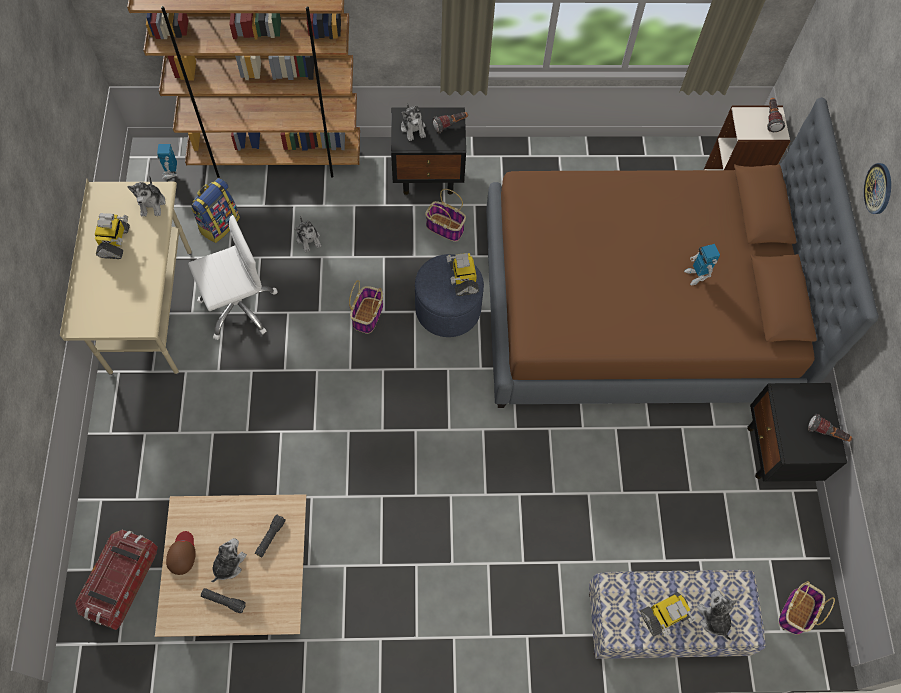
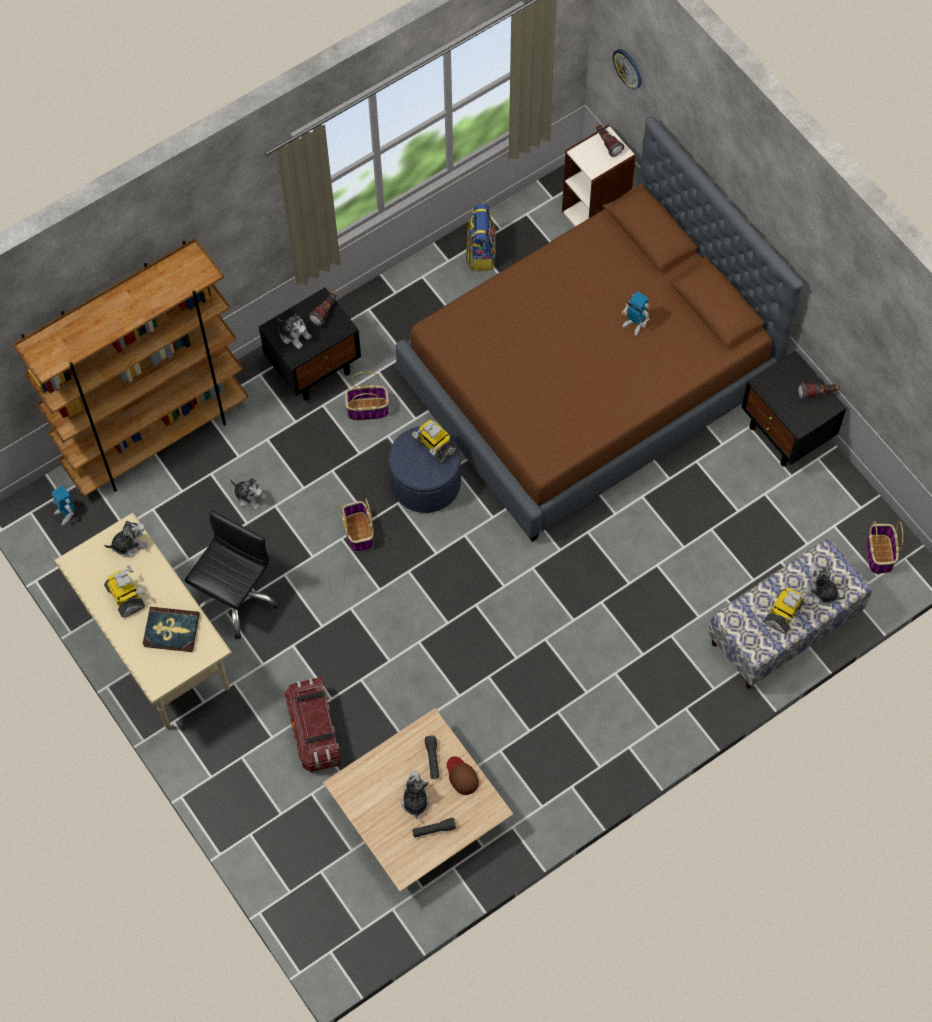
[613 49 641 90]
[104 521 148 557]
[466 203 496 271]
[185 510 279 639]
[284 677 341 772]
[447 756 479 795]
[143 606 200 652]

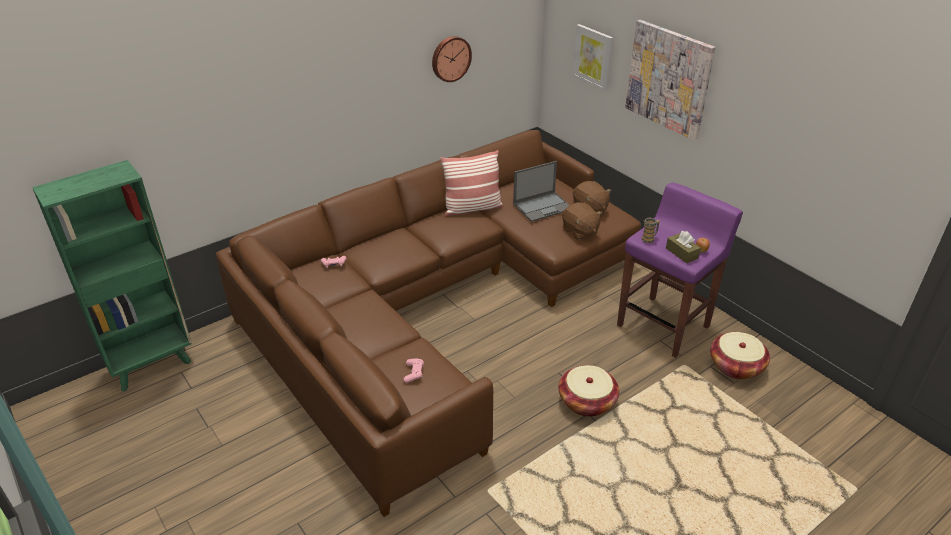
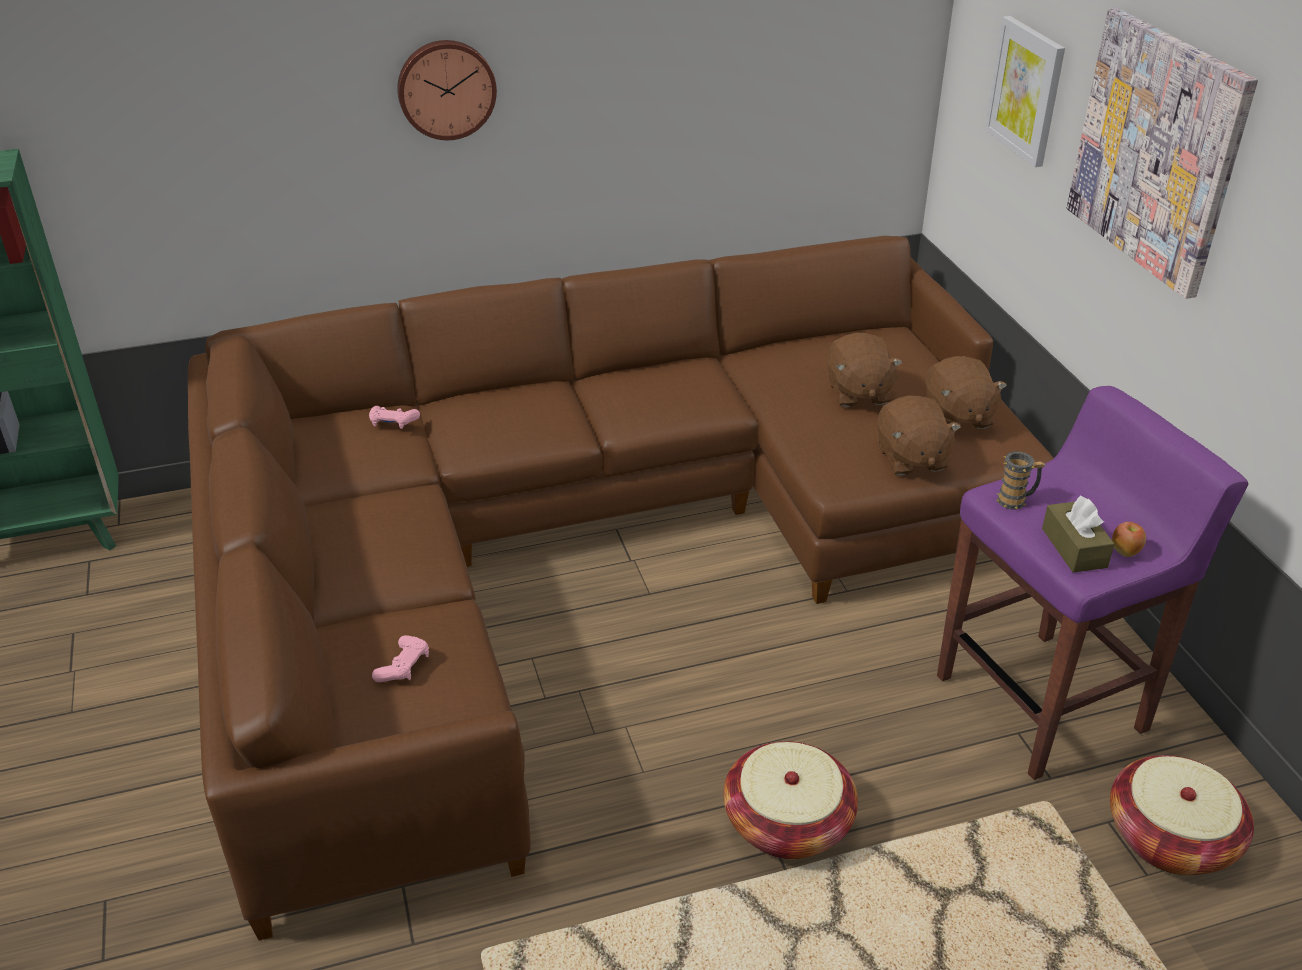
[397 40 497 140]
[440 150 503 216] (first image)
[827 333 903 407]

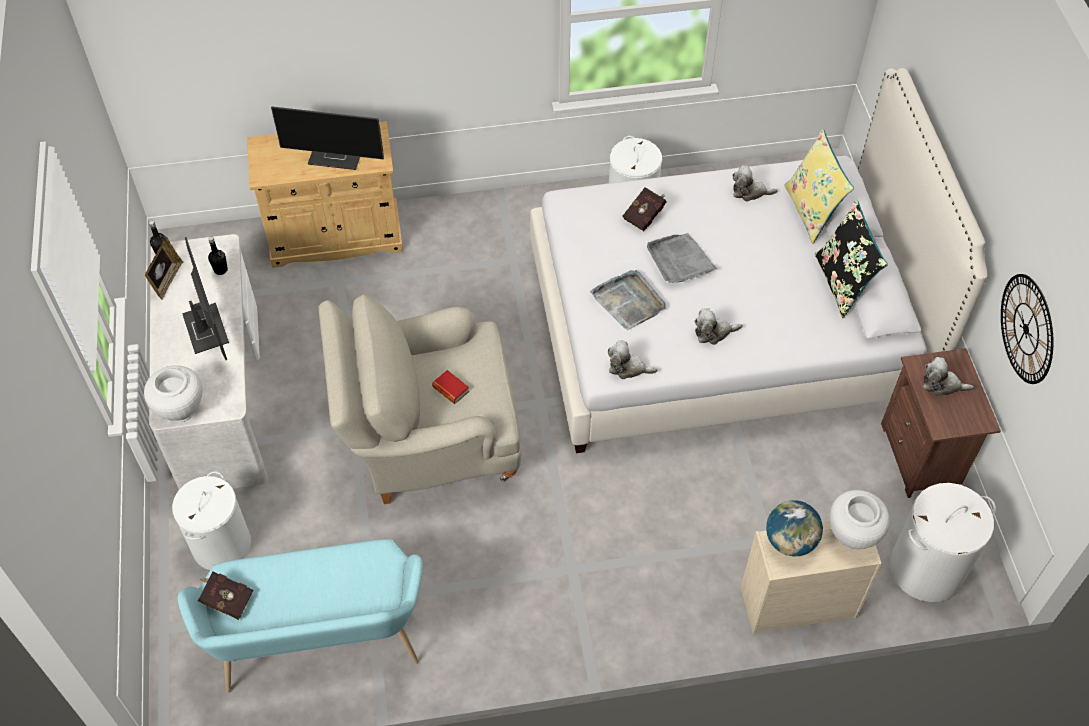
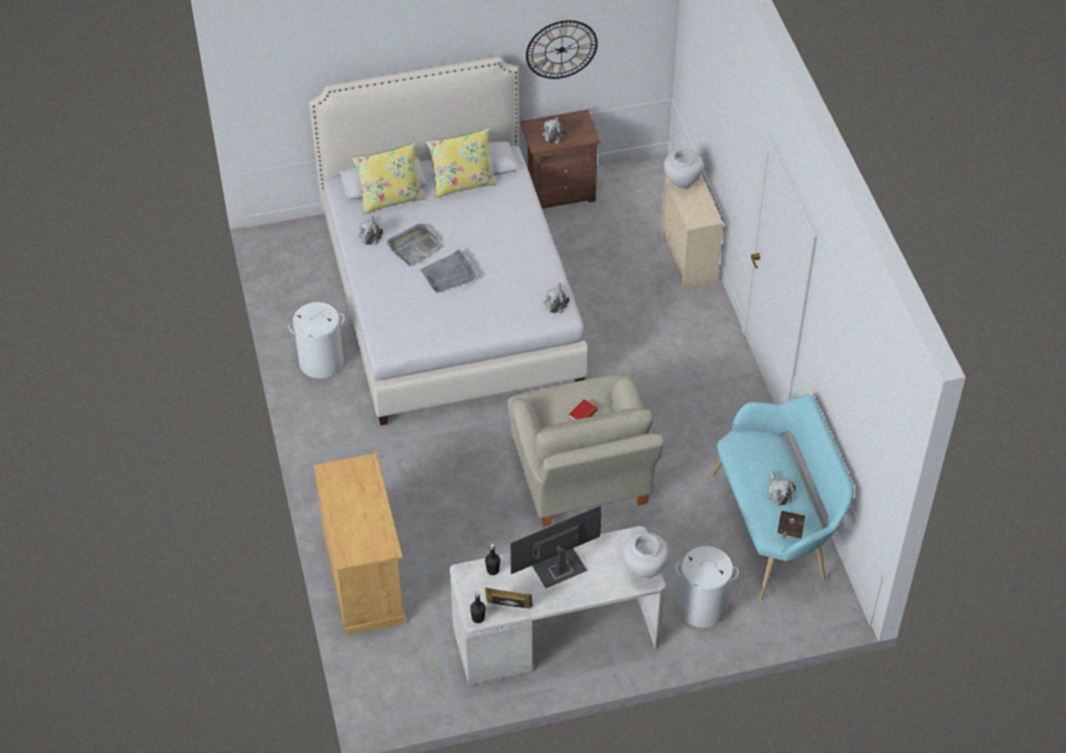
[271 106 384 170] (first image)
[623 187 667 231] (first image)
[426 127 496 198]
[387 224 443 266]
[767 471 796 506]
[890 483 996 602] (first image)
[766 500 823 557] (first image)

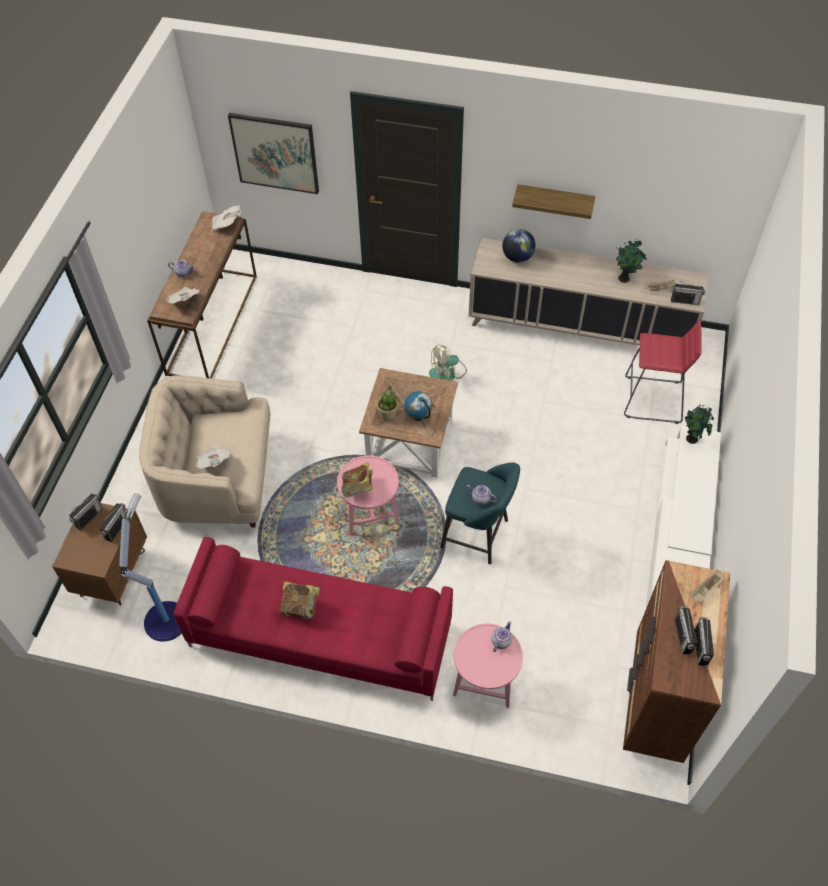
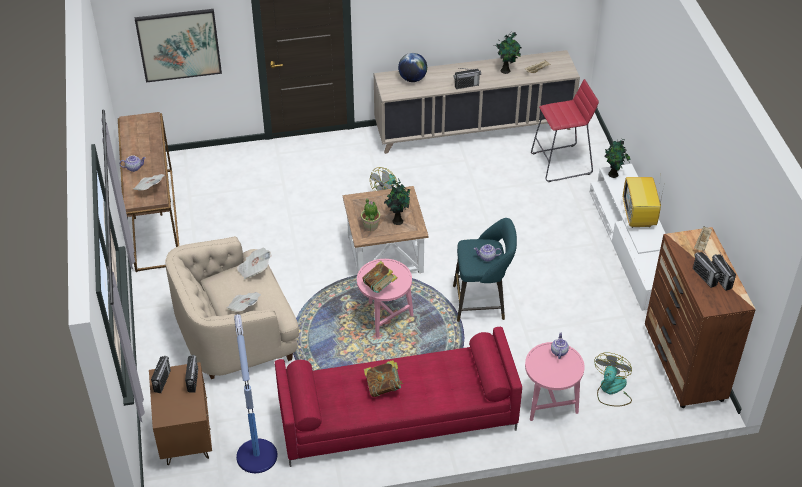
[512 184 595 219] (first image)
[237 248 272 279]
[454 68 481 89]
[384 178 410 225]
[623 177 664 228]
[594 352 632 407]

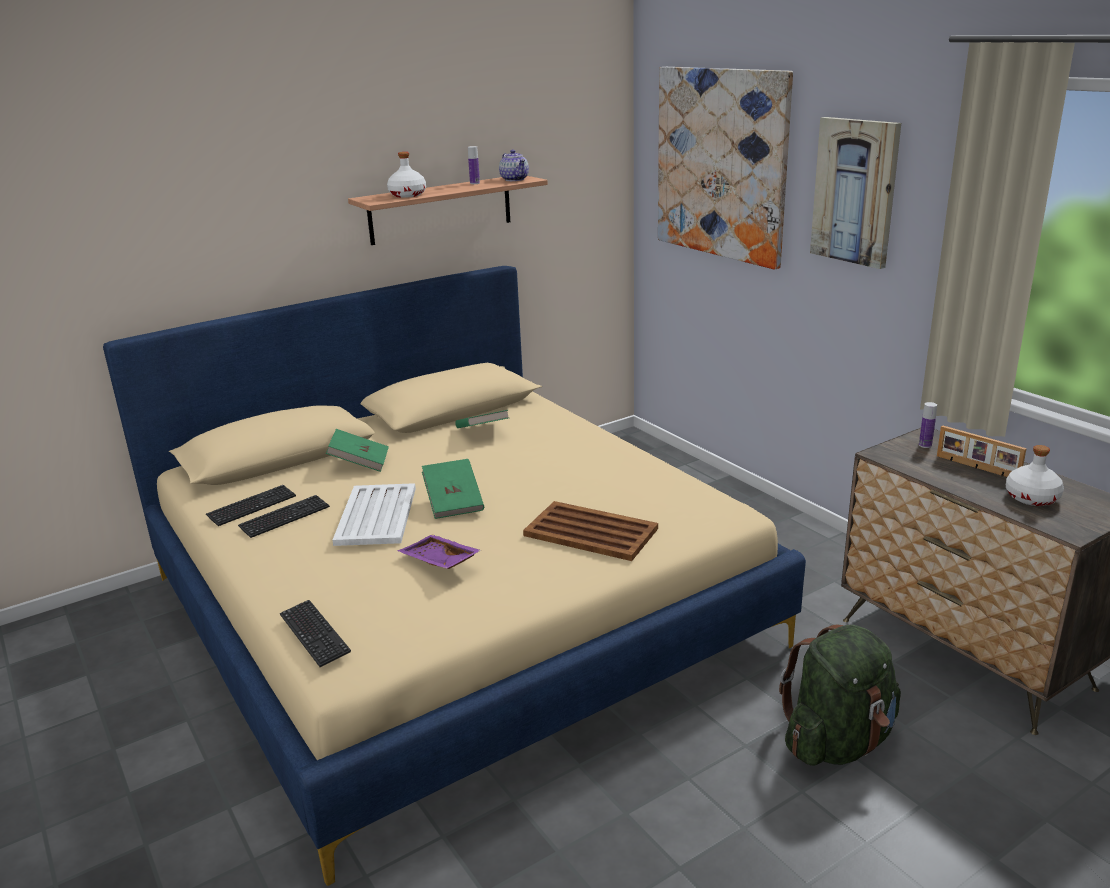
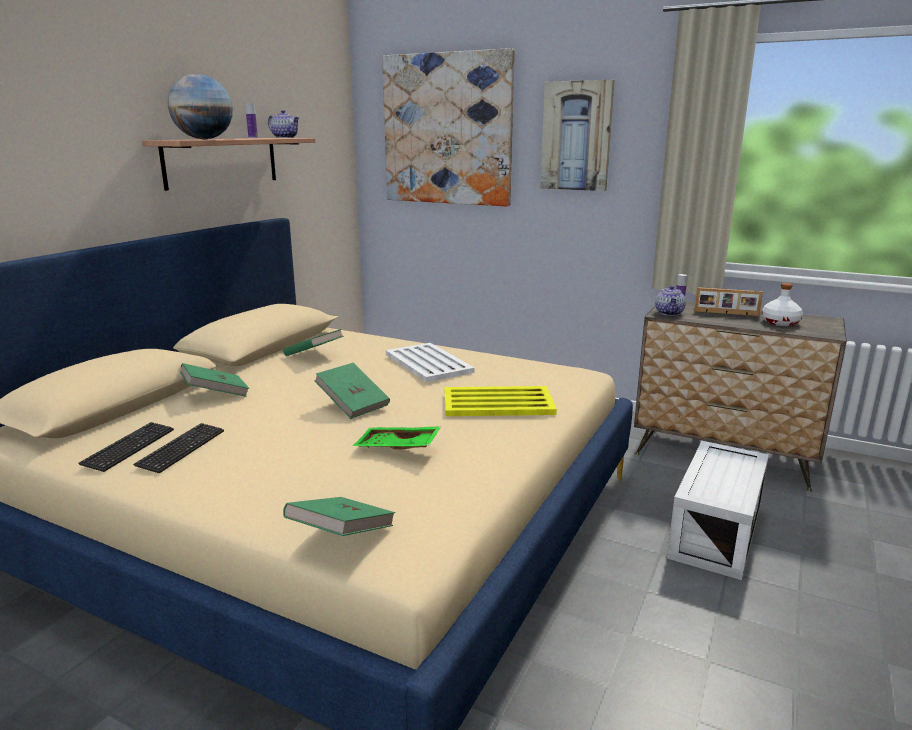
[168 74 233 139]
[386 343 475 382]
[445 386 557 416]
[352 426 442 450]
[283 497 395 536]
[667 441 769 580]
[655 285 686 316]

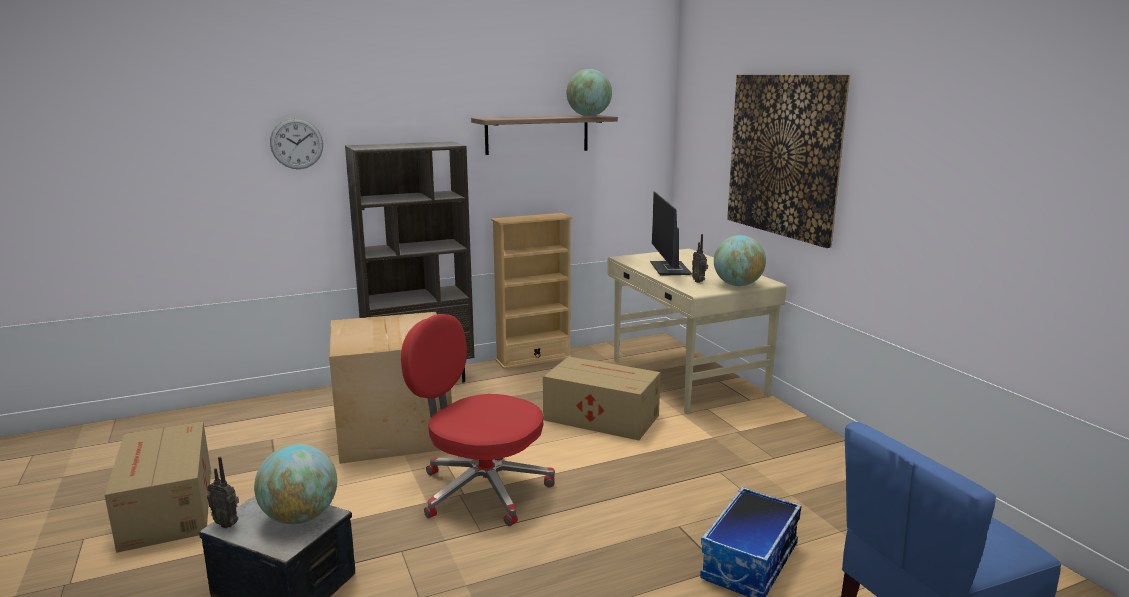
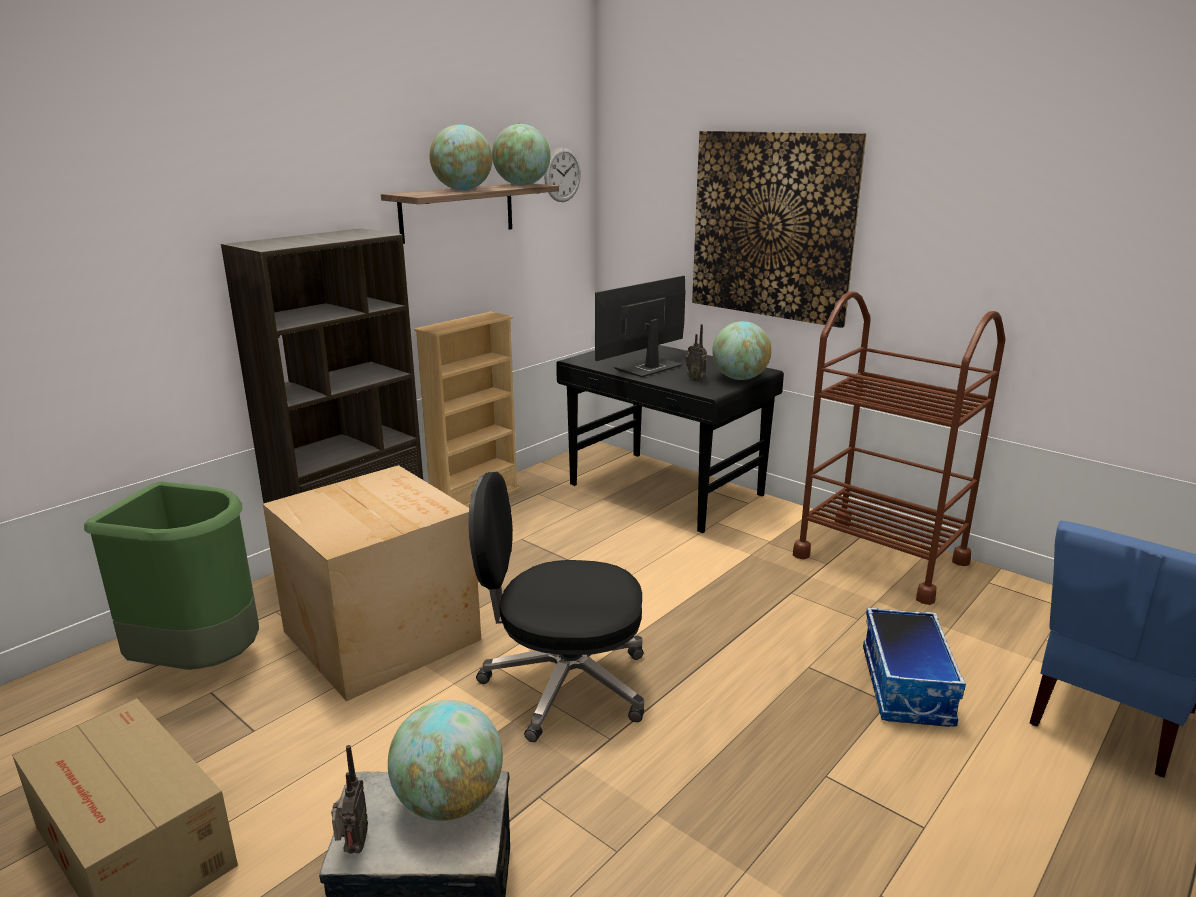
[544 147 581 202]
[595 276 685 377]
[556 345 784 533]
[469 472 644 742]
[543 356 661 440] (first image)
[331 745 368 854]
[430 125 492 190]
[793 292 1006 605]
[84 481 259 670]

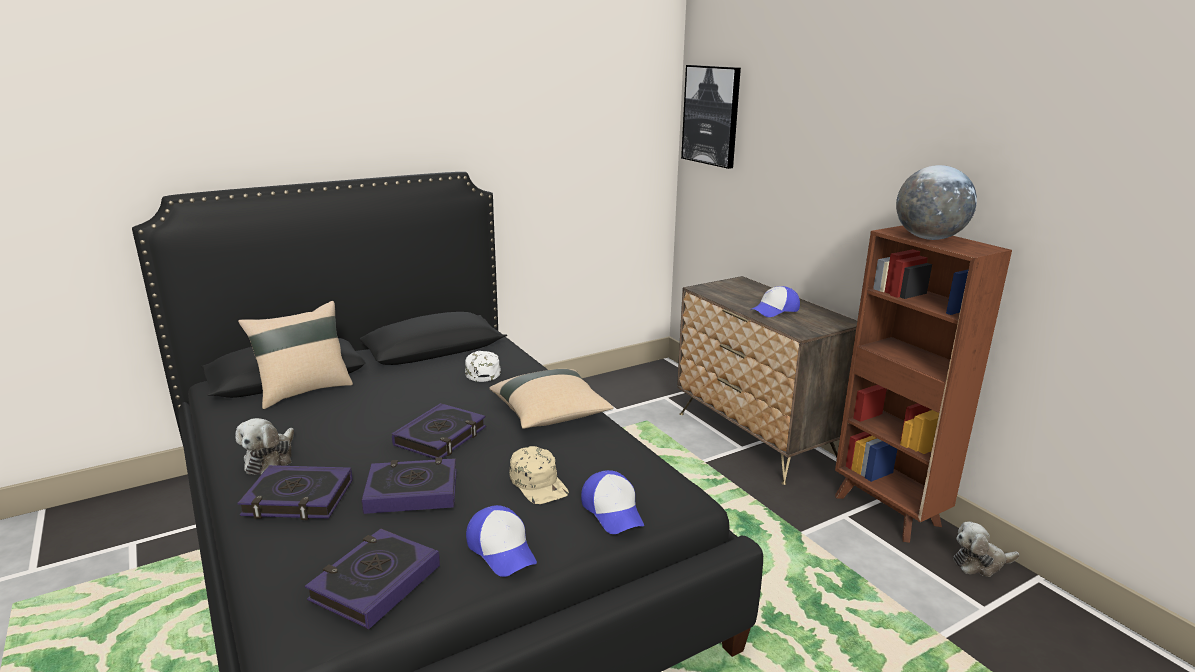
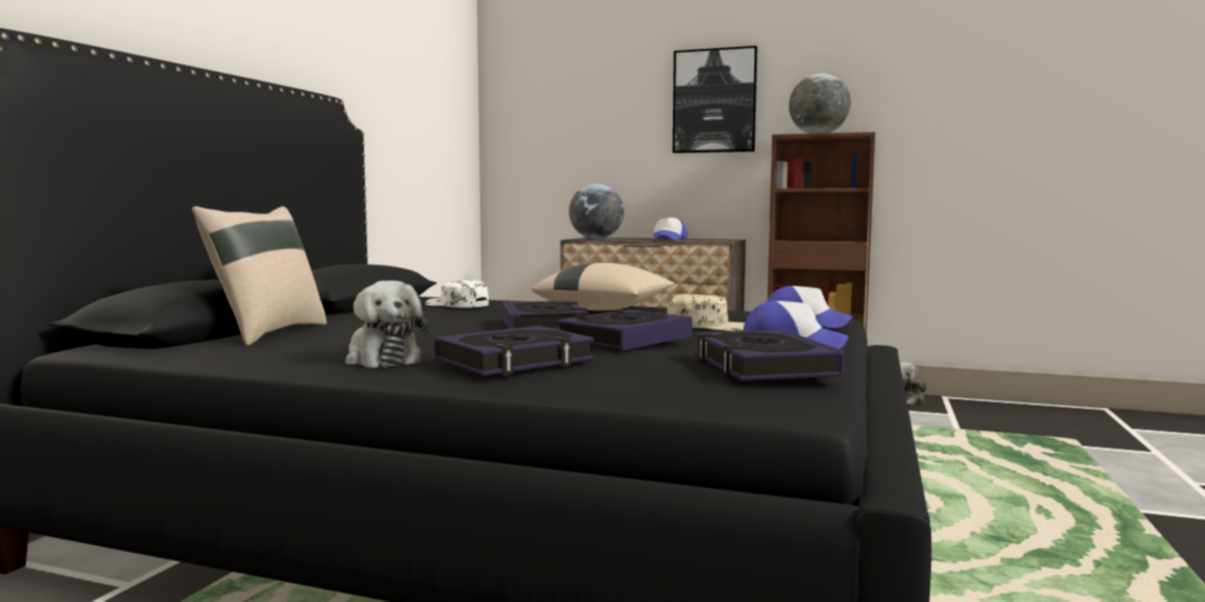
[673 46 758 153]
[569 184 624 239]

